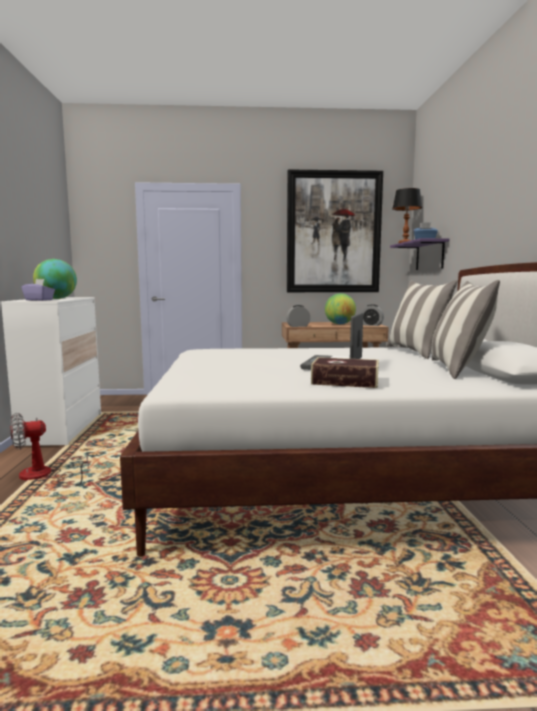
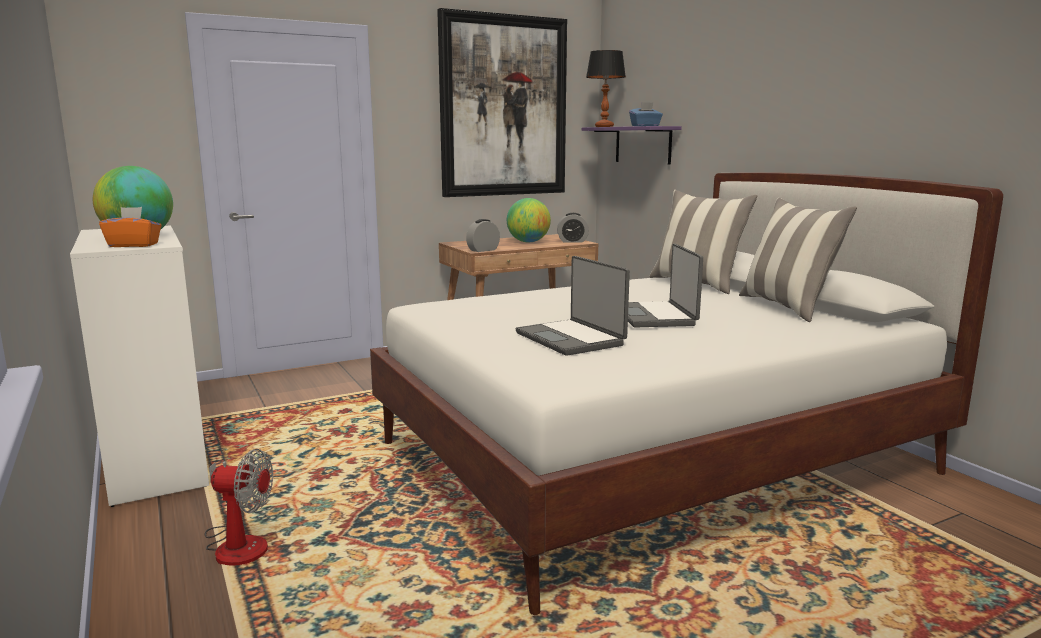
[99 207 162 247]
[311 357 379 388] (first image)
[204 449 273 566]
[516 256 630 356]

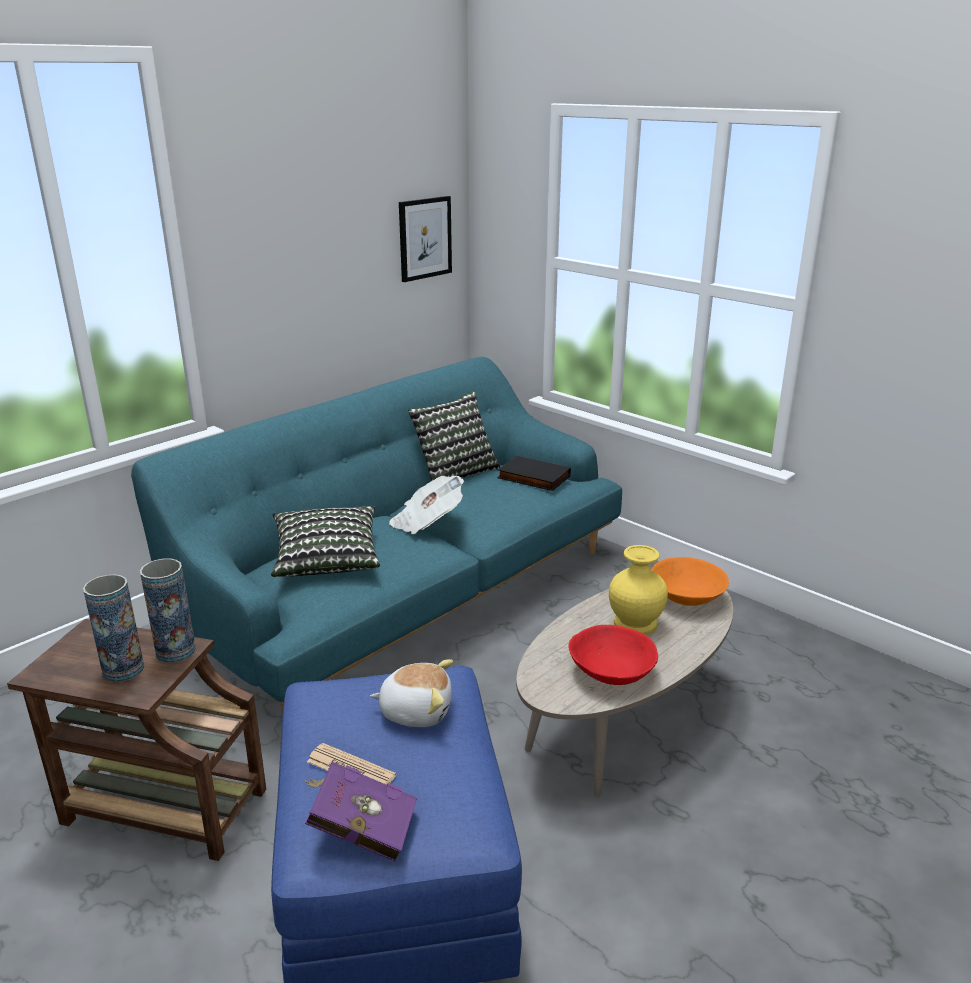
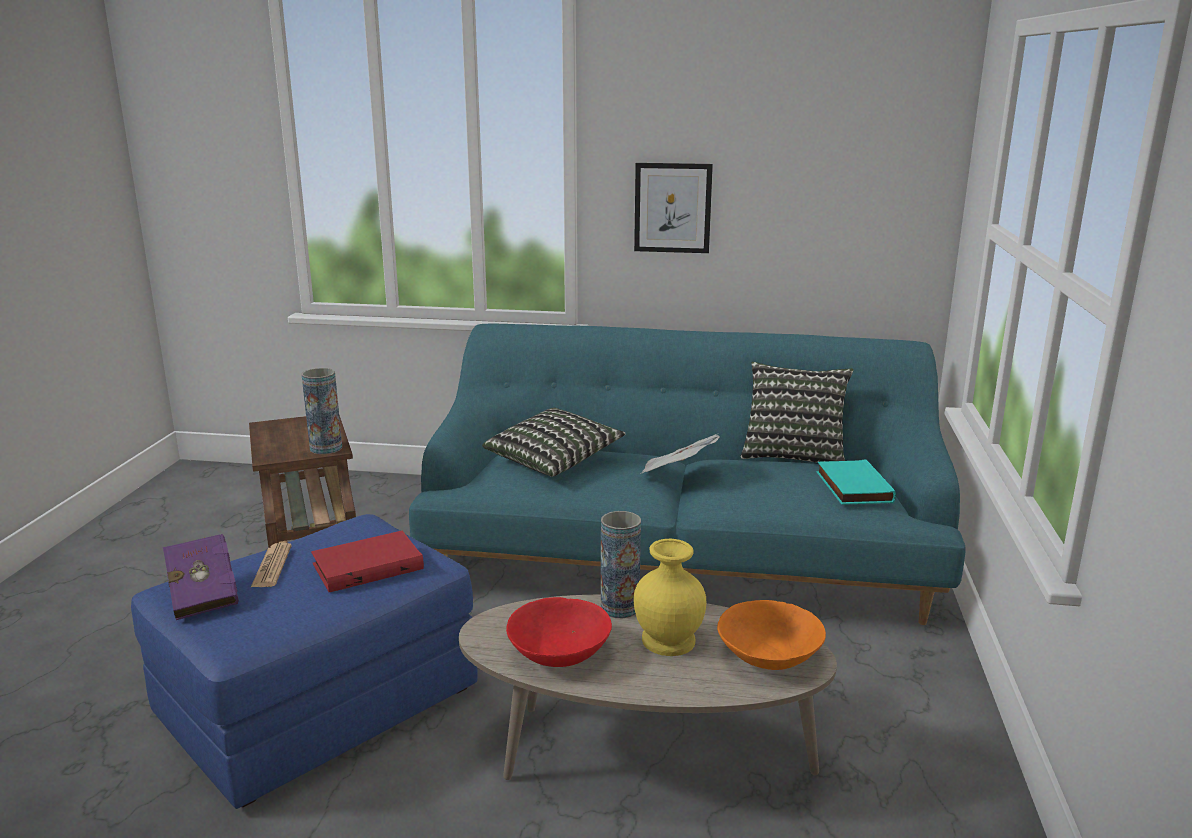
[634 163 713 253]
[817 459 896 505]
[601 511 641 618]
[311 531 424 592]

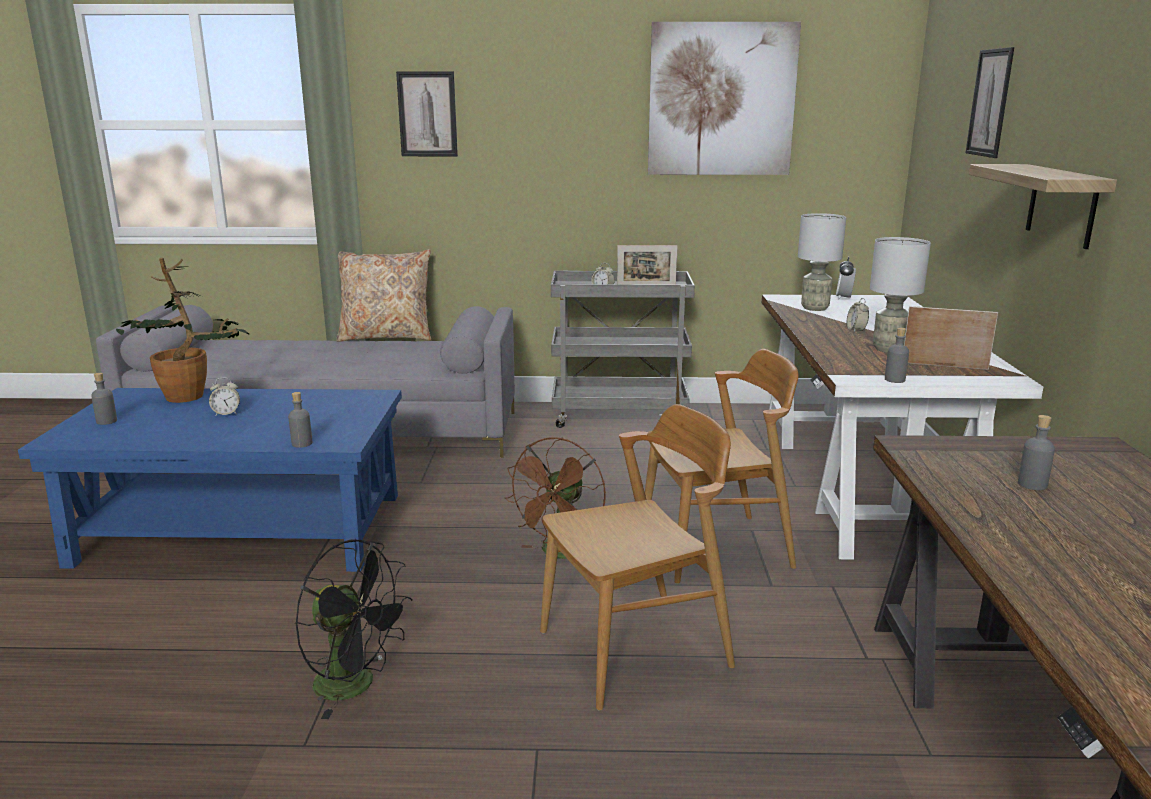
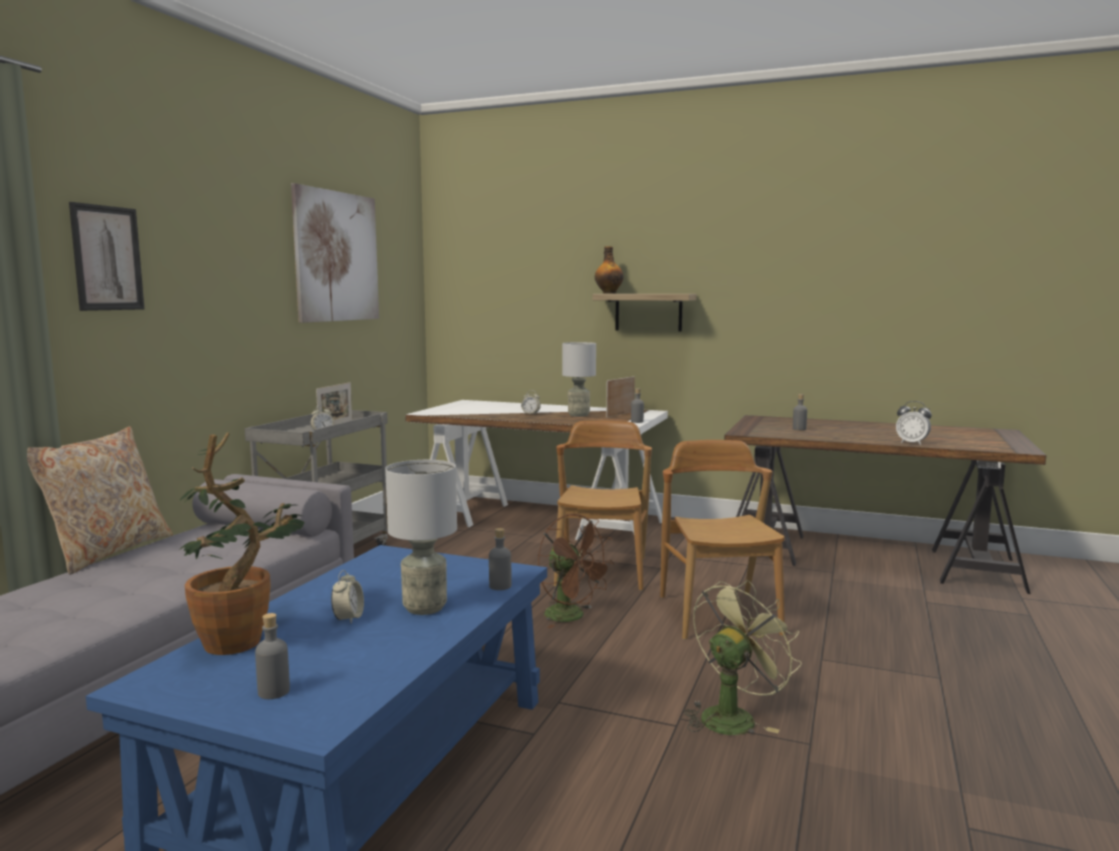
[966 47 1014 158] (first image)
[385 460 457 615]
[896 401 932 445]
[684 580 802 735]
[595 246 624 294]

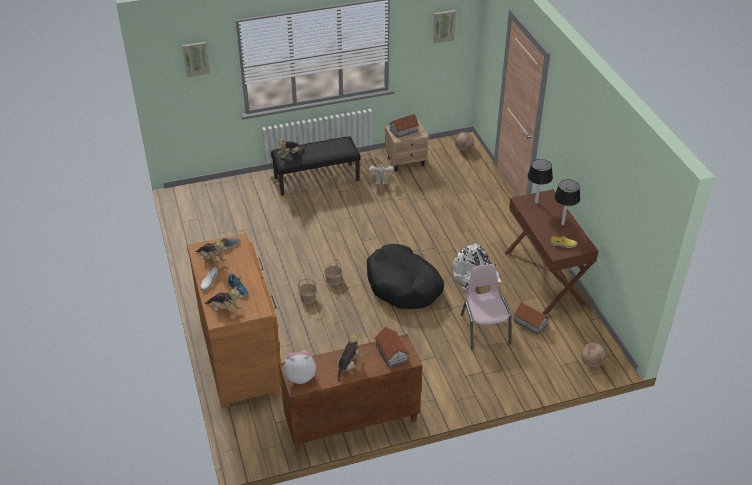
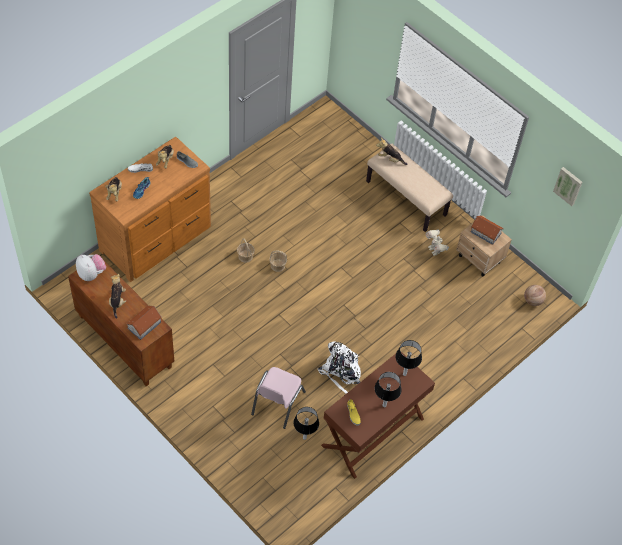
[182 42 210 77] (first image)
[366 144 453 232]
[367 244 444 309] (first image)
[251 367 306 429]
[293 407 319 440]
[109 273 126 319]
[581 343 606 367] (first image)

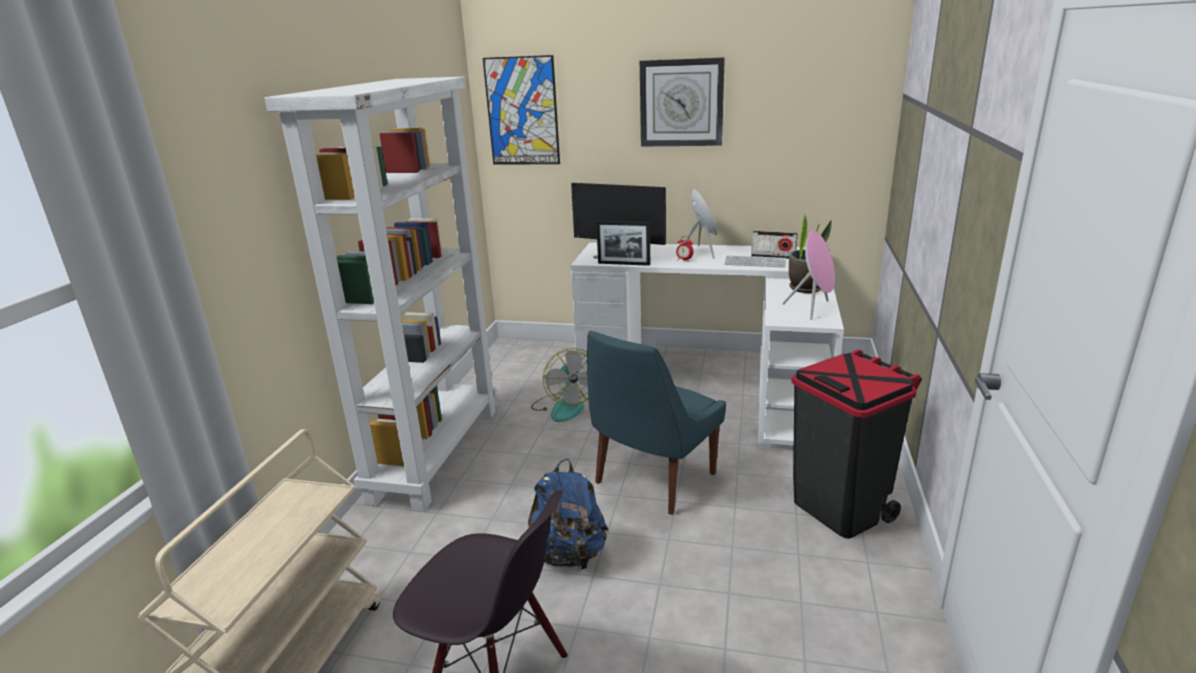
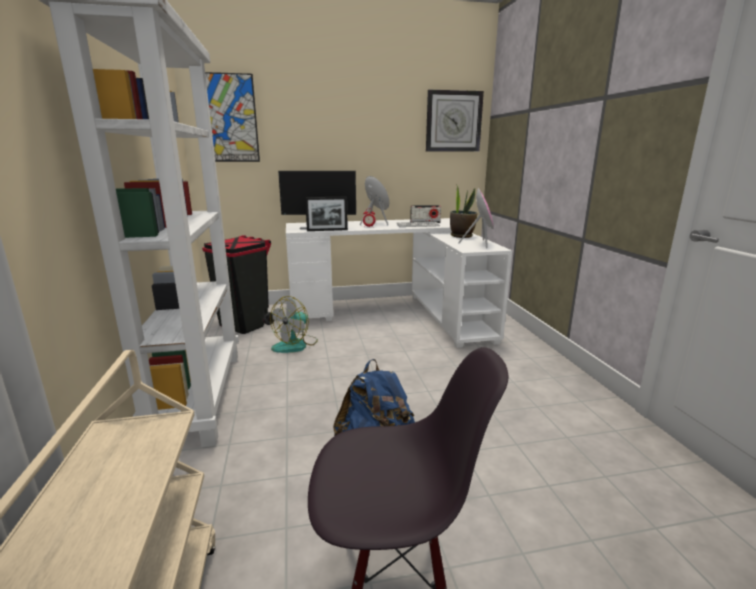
[426 90 484 151]
[587 330 726 515] (first image)
[270 296 318 353]
[202 235 275 334]

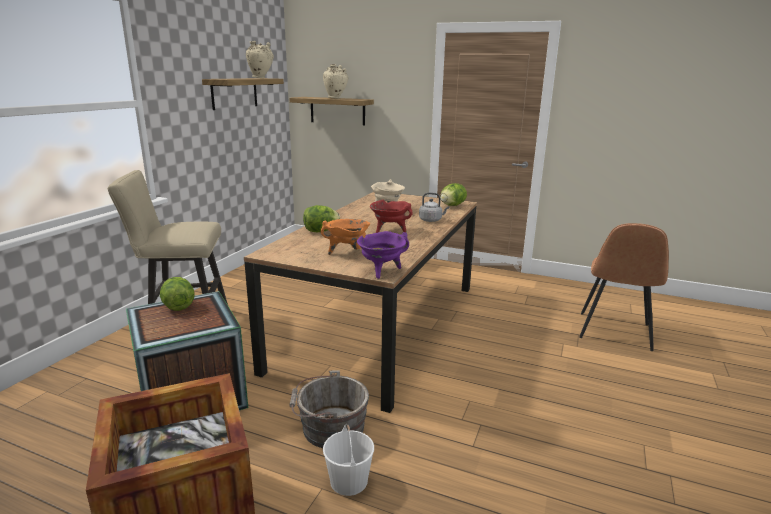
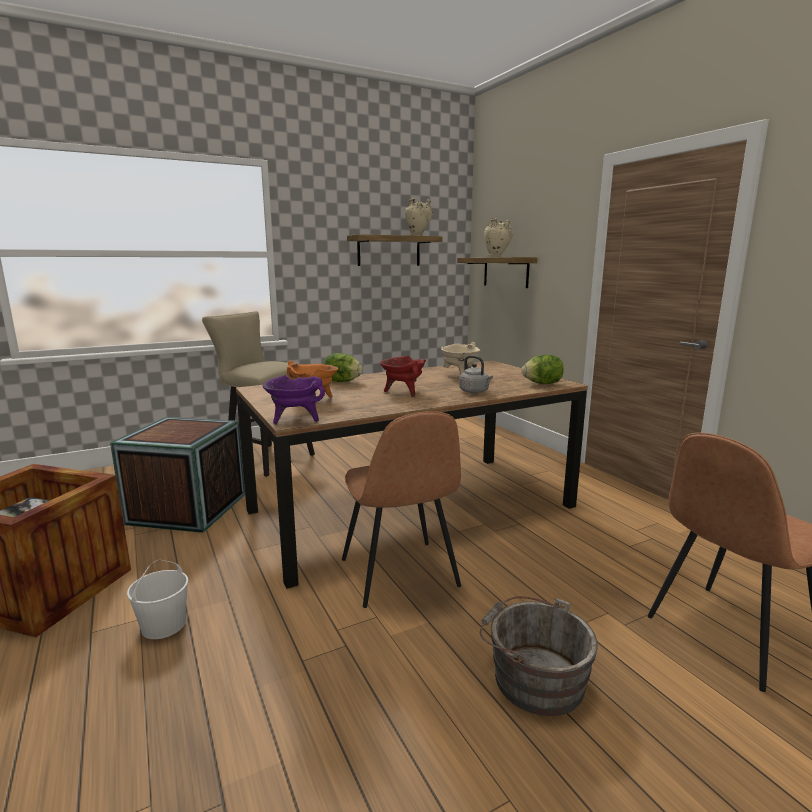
[160 277 195 311] (first image)
[480 596 598 716]
[342 411 461 608]

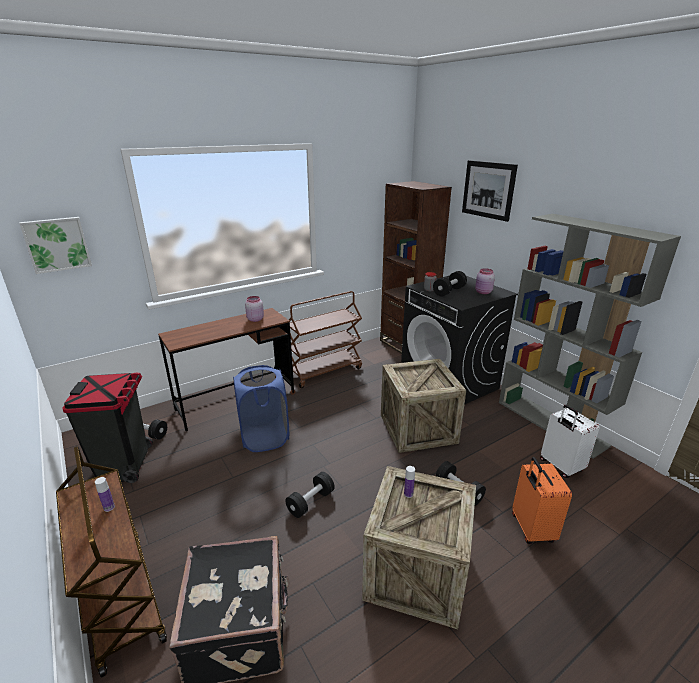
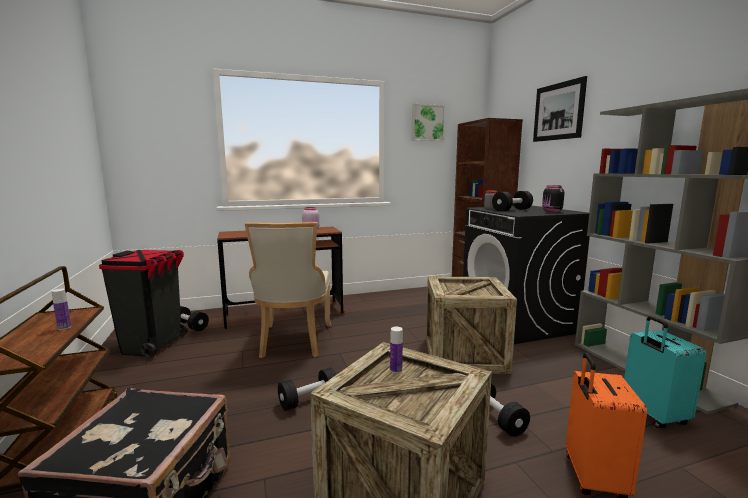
[412 104 446 141]
[542 185 564 212]
[289 291 362 388] (first image)
[245 222 332 358]
[624 316 706 428]

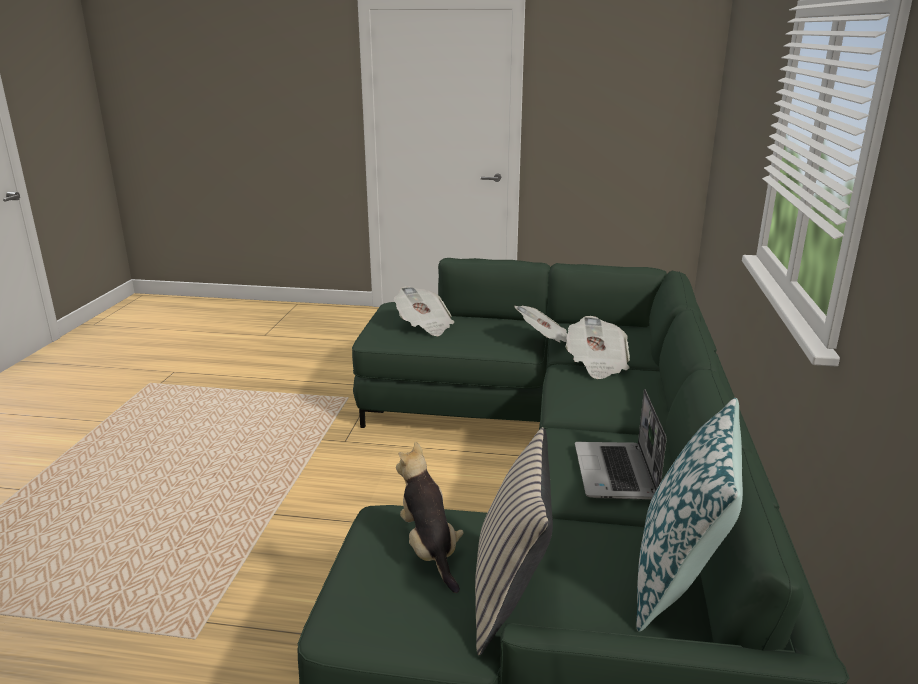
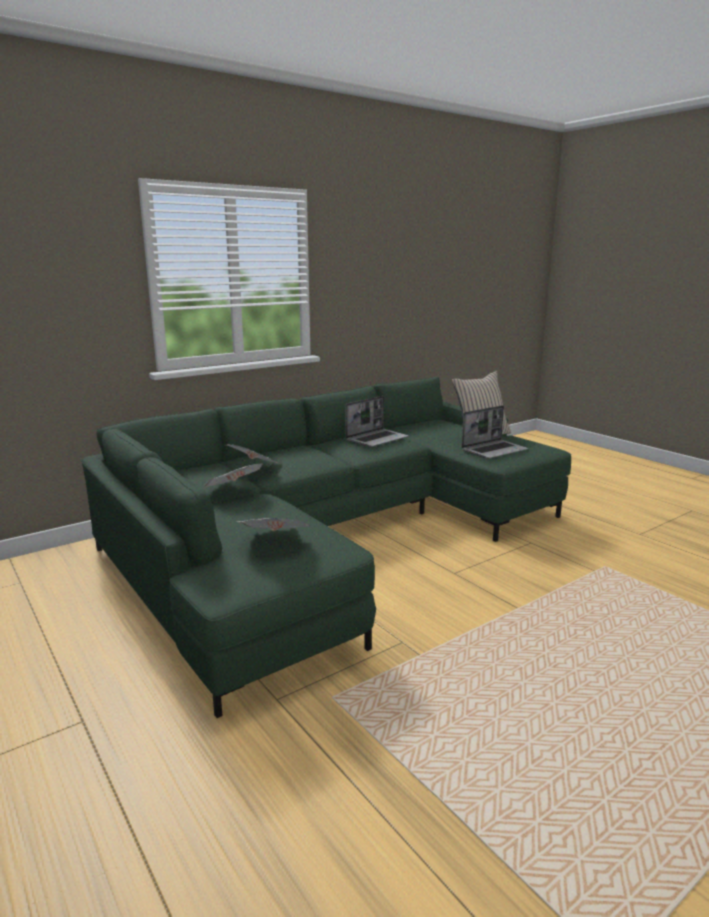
[636 398 743 632] (first image)
[461 405 529 459]

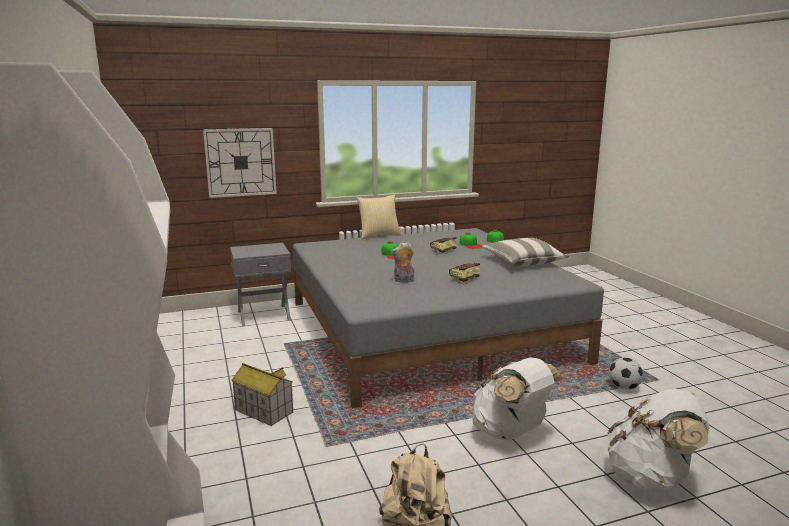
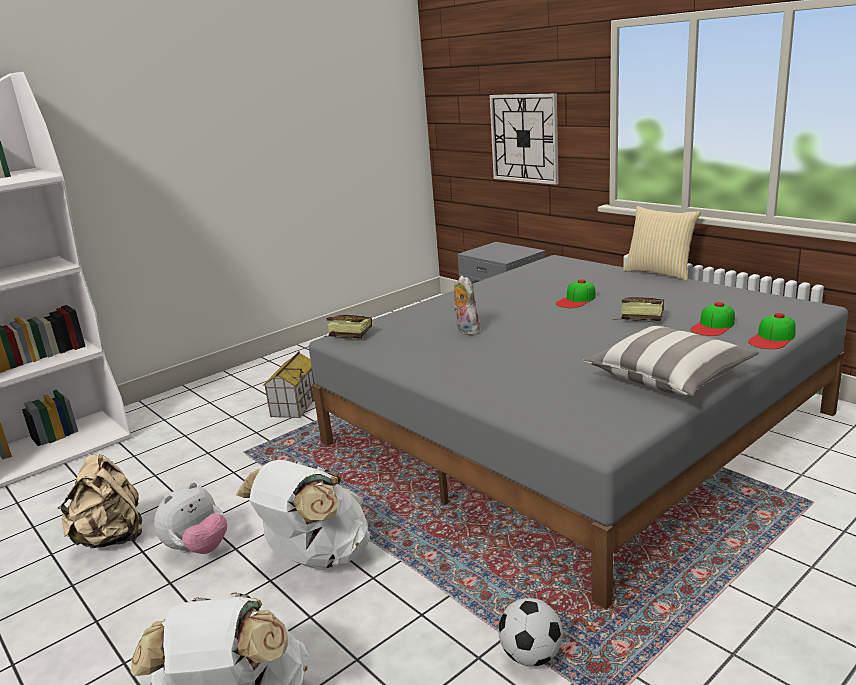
[324 315 372 339]
[154 482 227 554]

